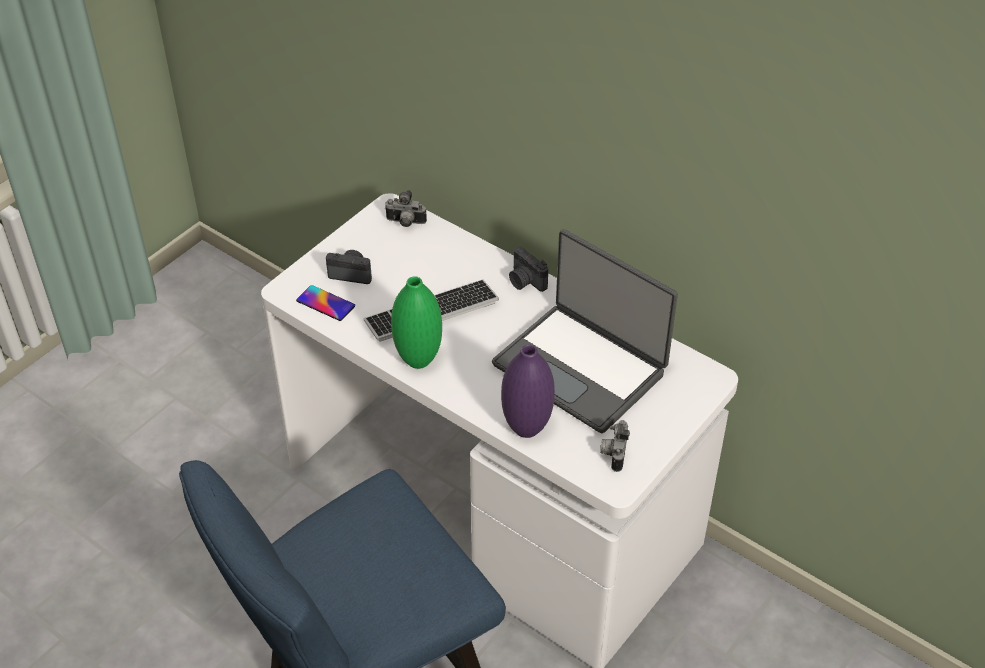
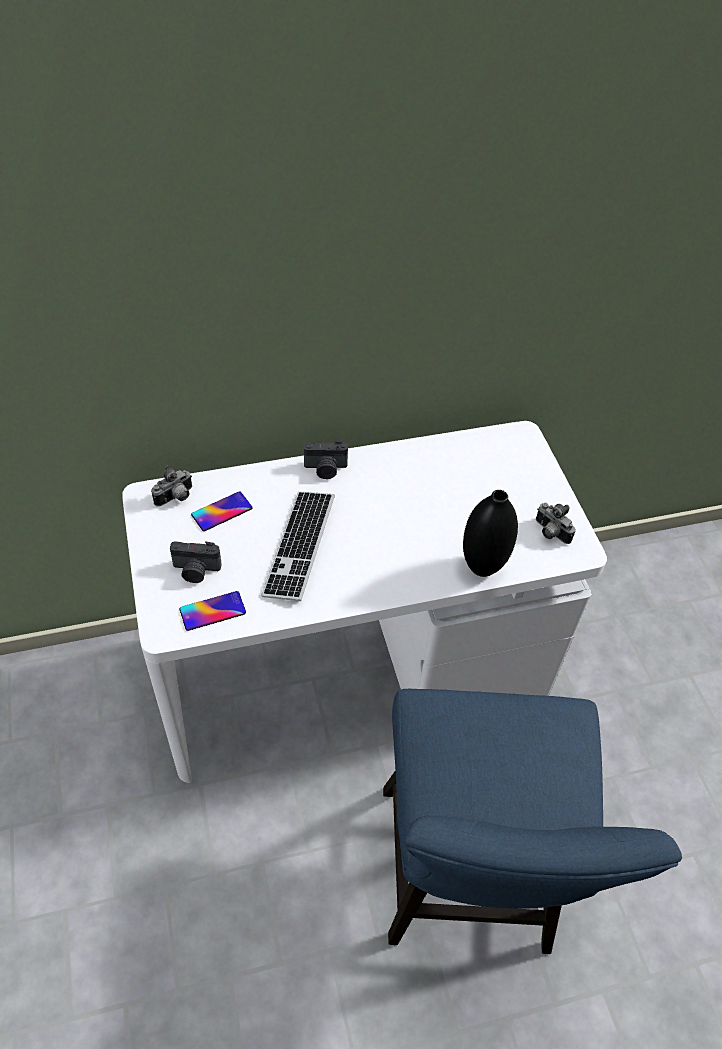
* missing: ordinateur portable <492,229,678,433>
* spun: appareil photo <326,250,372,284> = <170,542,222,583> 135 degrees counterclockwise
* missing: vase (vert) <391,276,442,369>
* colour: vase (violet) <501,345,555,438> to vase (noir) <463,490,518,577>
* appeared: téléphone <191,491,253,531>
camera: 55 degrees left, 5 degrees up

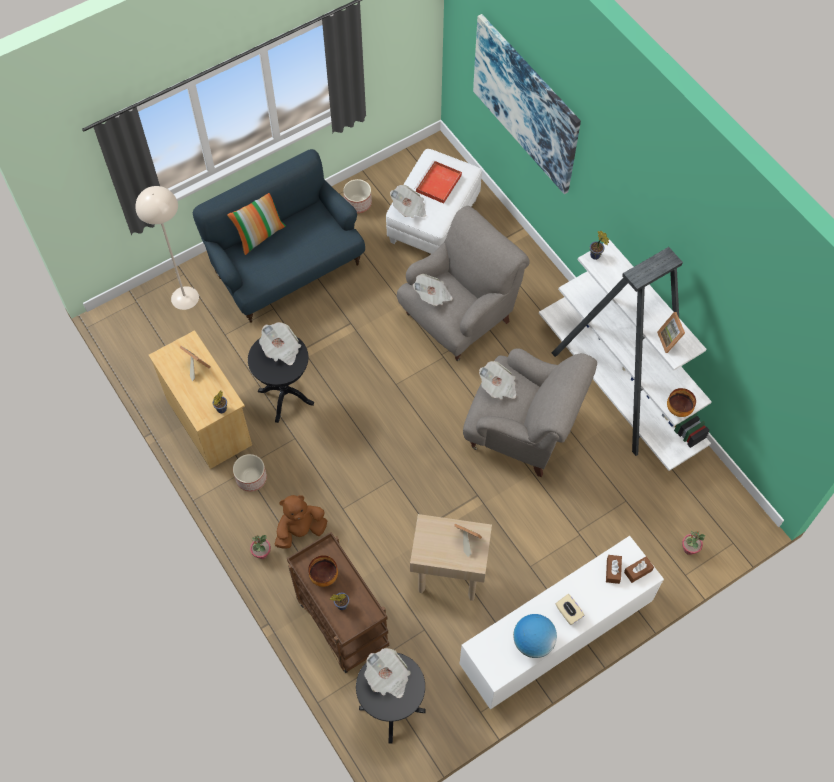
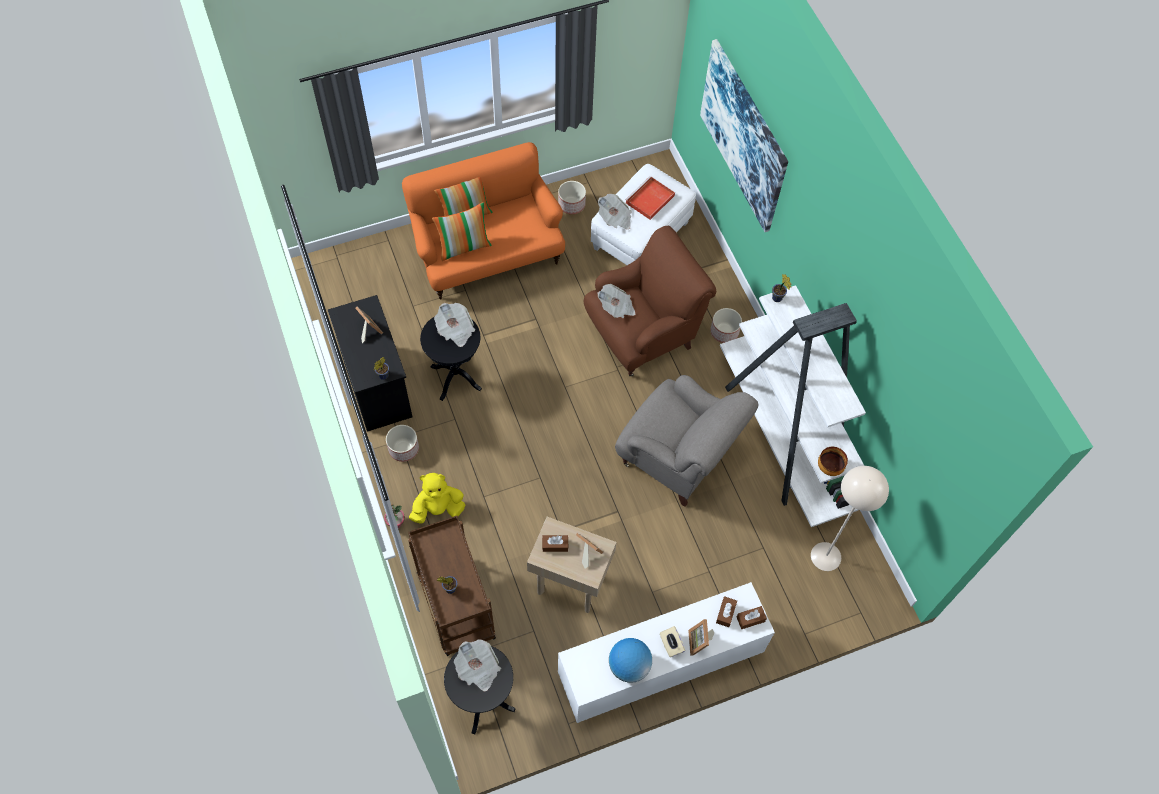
* colour: canapé (bleu) <193,149,365,323> to canapé (orange) <402,142,565,300>
* relocated: lampadaire (beige) <135,186,199,310> to <811,466,889,571>
* colour: fauteuil (gris) <397,206,529,361> to fauteuil (marron) <584,226,716,376>
* relocated: cadre photo <657,312,685,353> to <688,619,714,656>
* colour: commode (beige) <149,330,252,469> to commode (noir) <328,295,412,432>
* missing: journal <479,361,516,400>
* colour: peluche (marron) <275,495,327,549> to peluche (jaune) <409,473,465,523>
* missing: plante en pot <682,531,705,555>
* missing: bol <308,555,338,587>
* appeared: coussin <432,202,492,261>
* appeared: cache-pot <710,308,742,343>
* appeared: boîte à mouchoirs (marron) <542,535,568,552>
camera: 10 degrees right, 0 degrees up

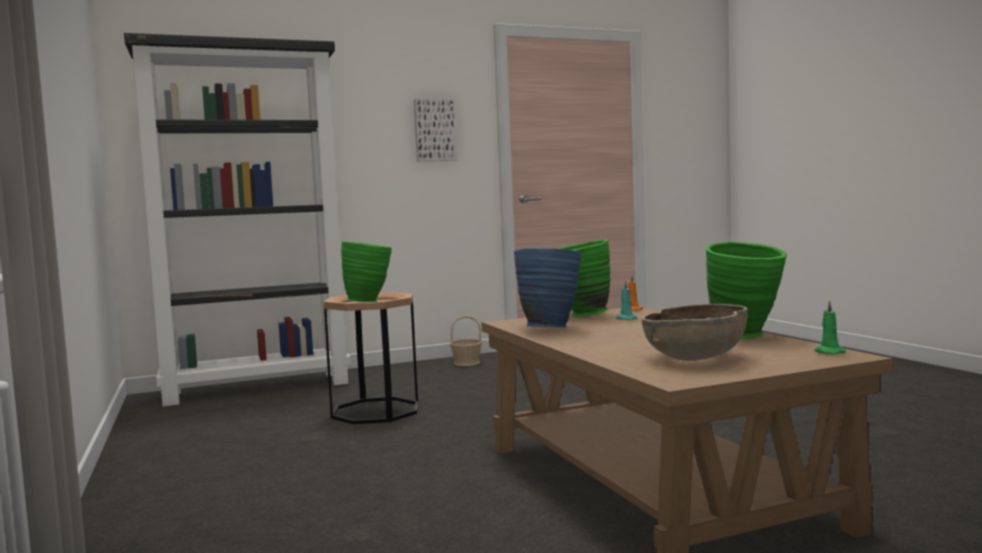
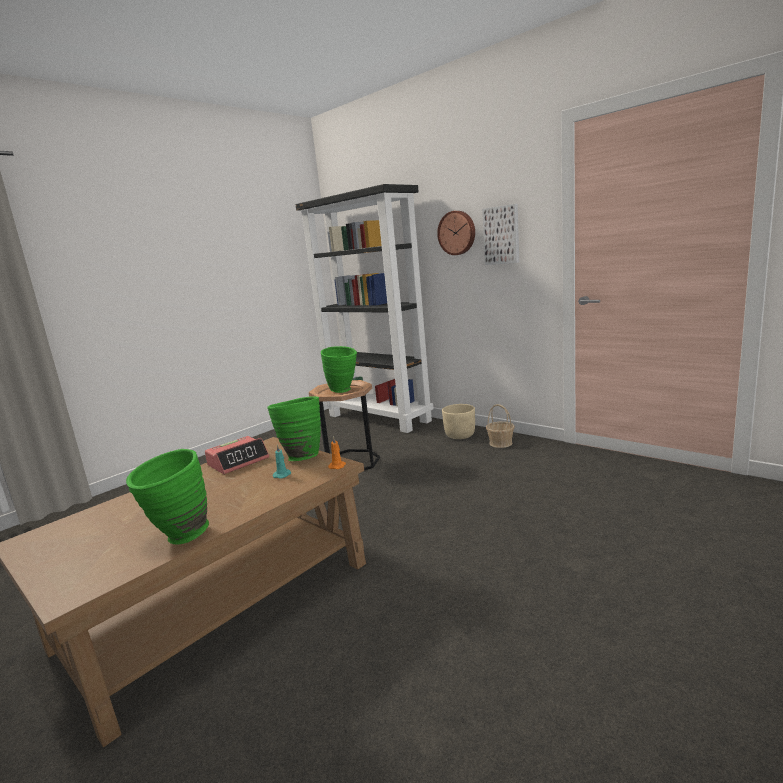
* exchanged: vase (bleu) <514,248,582,327> to réveil <205,436,269,474>
* missing: bougie (vert) <814,300,846,354>
* missing: bol (marron) <641,304,748,361>
* appeared: horloge murale <437,211,475,255>
* appeared: cache-pot (beige) <442,404,475,439>
camera: 65 degrees right, 10 degrees up

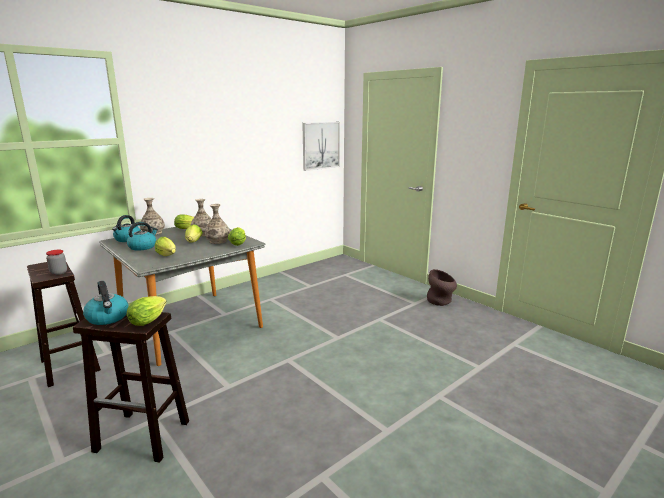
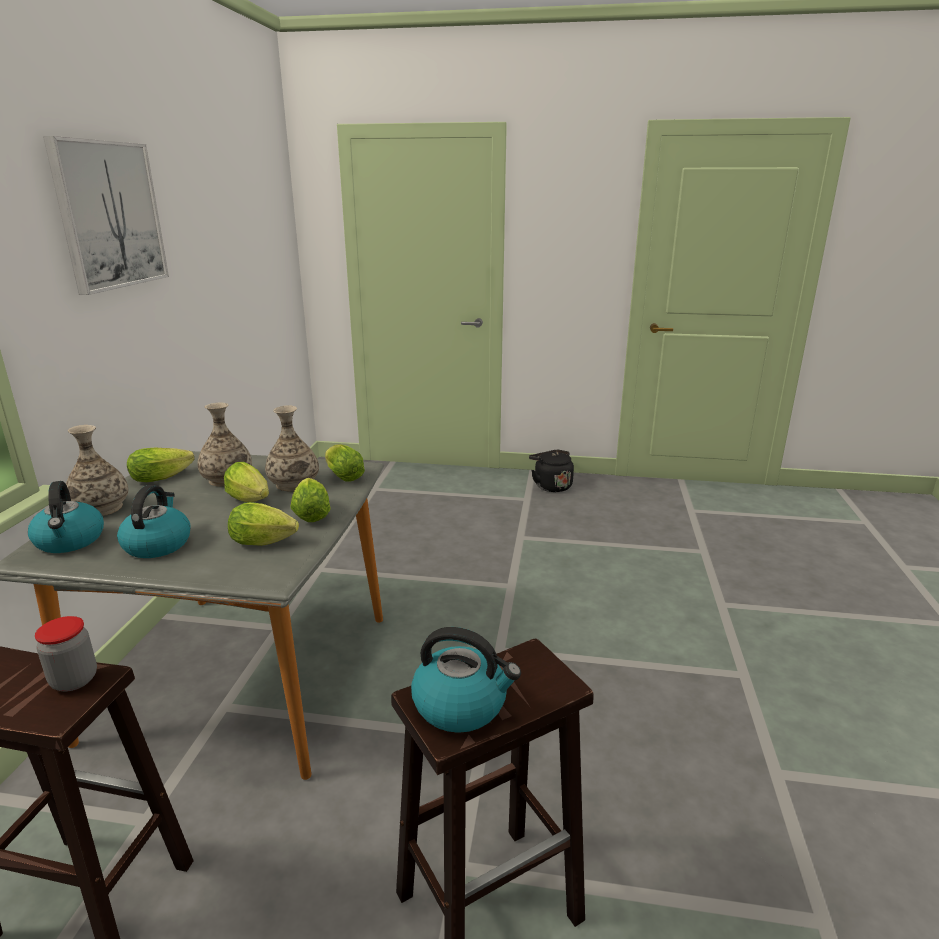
* relocated: tableau <302,122,340,171> to <43,136,169,295>
* exchanged: vase (marron) <427,269,457,306> to bouilloire (noir) <529,450,574,492>
* relocated: laitue <127,296,167,326> to <291,478,330,522>
camera: 40 degrees left, 5 degrees up

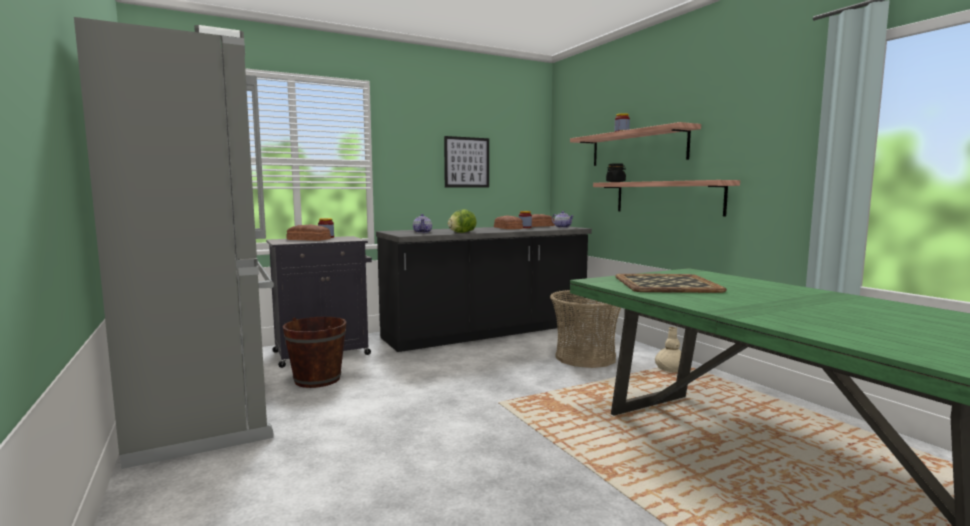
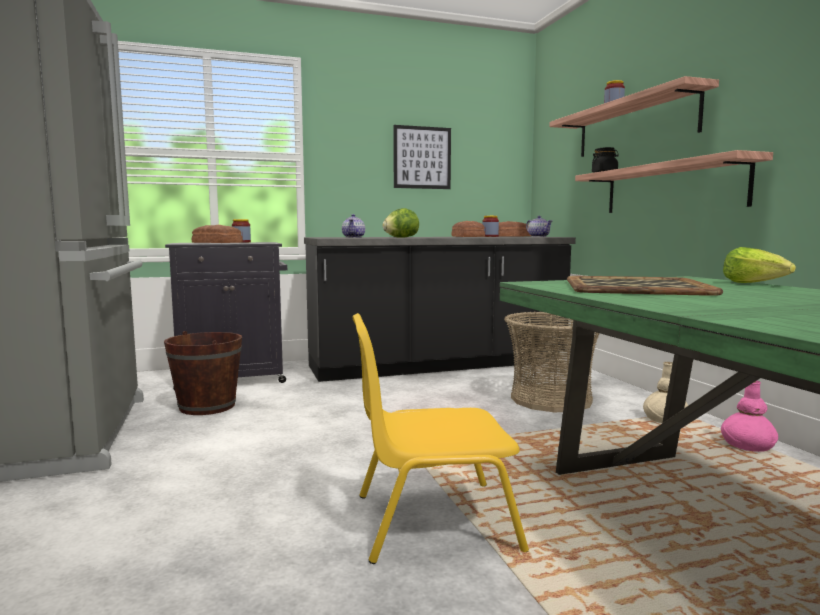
* appeared: laitue <723,247,796,283>
* appeared: chaise (jaune) <352,313,529,564>
* appeared: vase (rose) <721,381,778,452>
camera: 10 degrees right, 0 degrees up

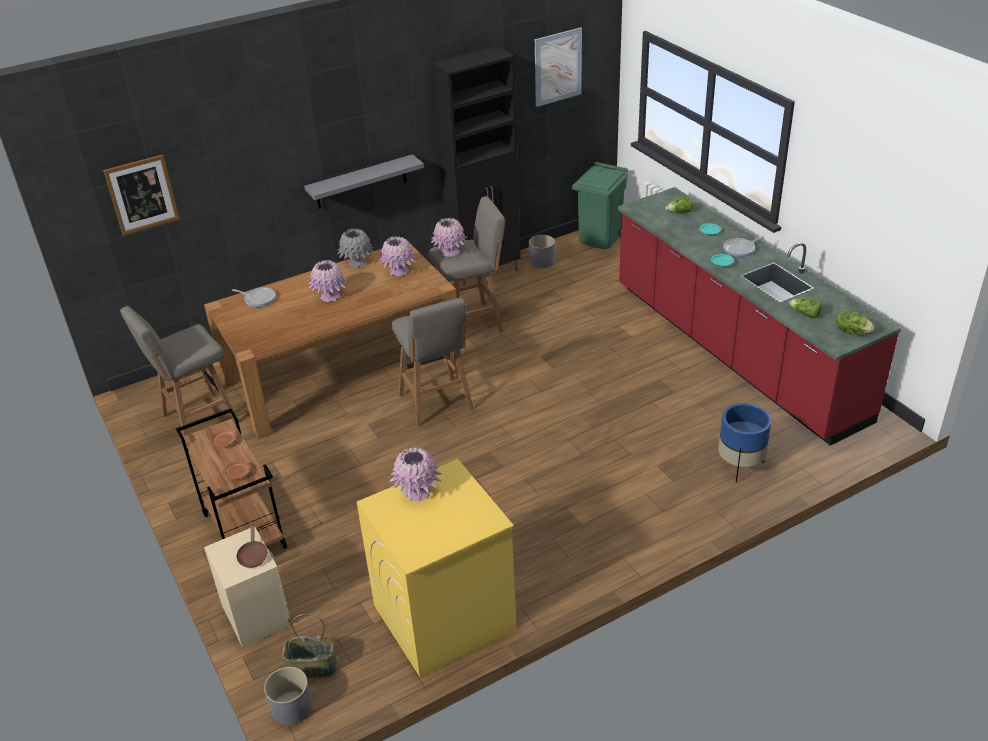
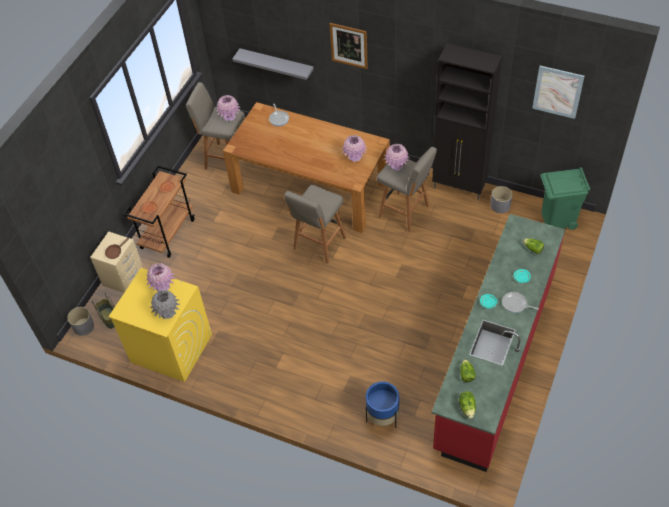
* relocated: tableau <103,154,180,236> to <330,23,368,69>
* relocated: étagère (gris) <304,154,424,209> to <232,48,314,80>
* relocated: vase (gris) <337,228,374,268> to <150,290,180,319>
* relocated: vase (rose) <309,260,348,302> to <216,95,241,121>
camera: 55 degrees right, 15 degrees up

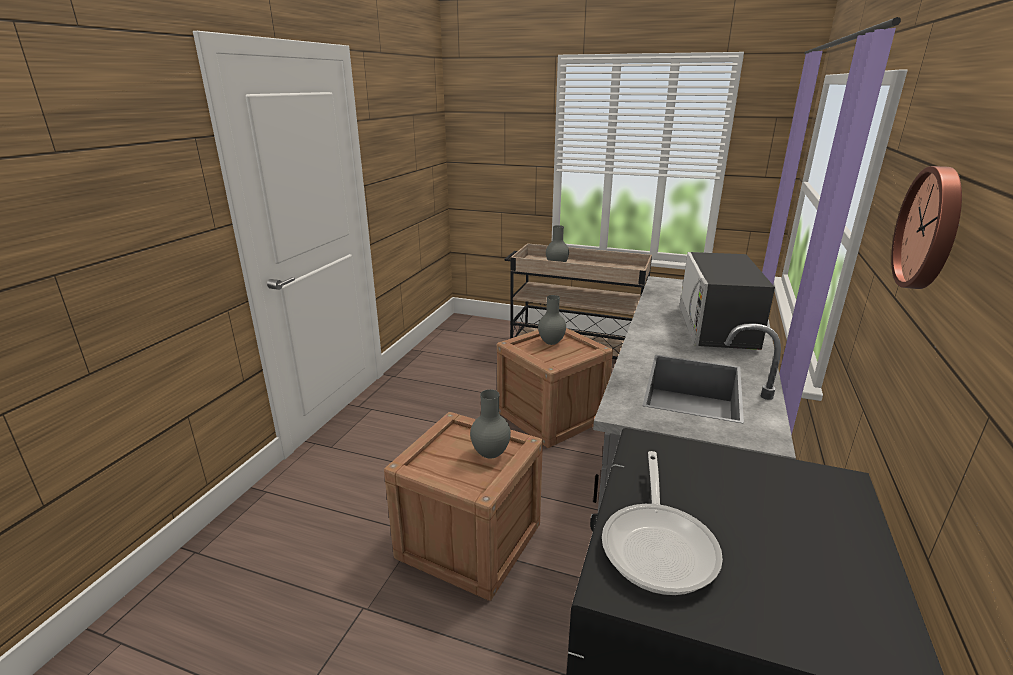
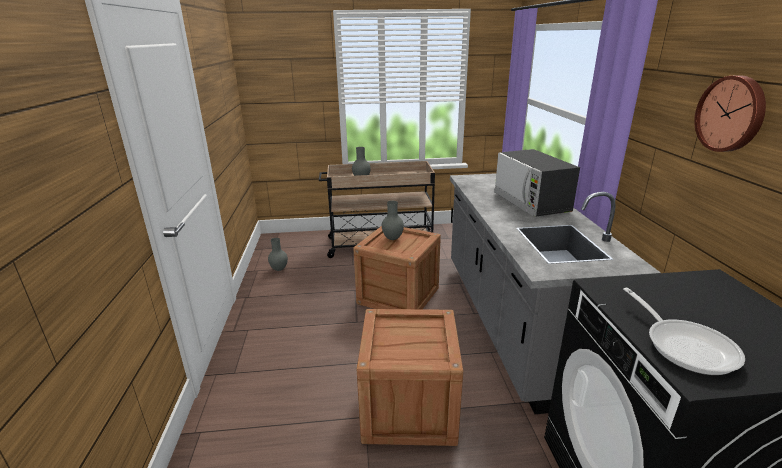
* relocated: vase (gris) <470,389,511,459> to <268,238,288,271>
camera: 25 degrees left, 0 degrees up

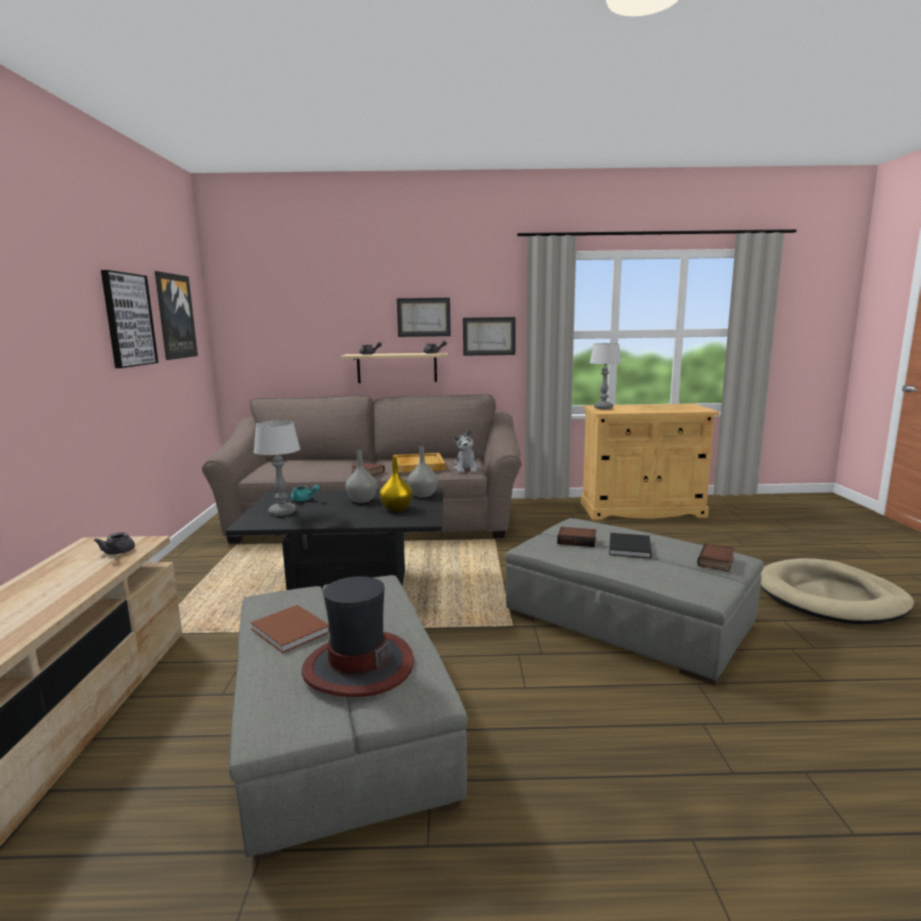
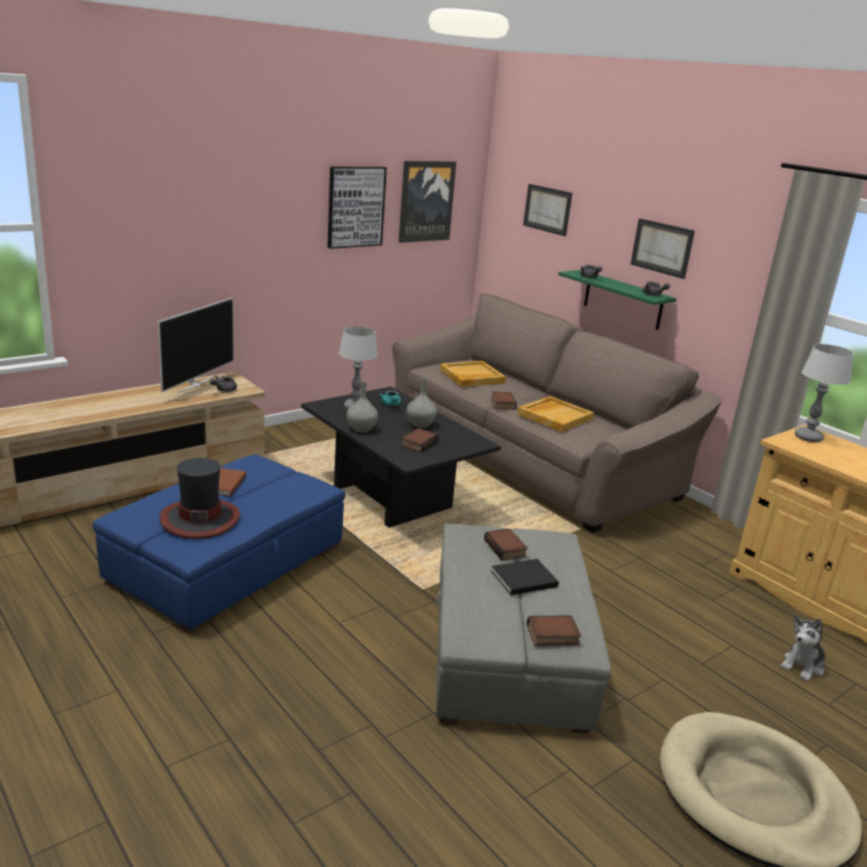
* relocated: tableau <463,317,516,356> to <523,184,572,236>
* colour: étagère (beige) <341,353,447,383> to étagère (vert) <558,270,677,330>
* relocated: peluche <452,429,479,473> to <781,615,825,681>
* relocated: vase (gris) <408,446,438,498> to <347,381,378,432>
* exchanged: vase (jaune) <379,457,413,512> to livre <401,428,439,452>
* colour: pouf (gris) <229,575,468,862> to pouf (bleu) <93,454,346,633>
* appeared: téléviseur <158,297,234,393>
* appeared: plateau (beige) <440,361,506,387>
camera: 50 degrees right, 10 degrees up

